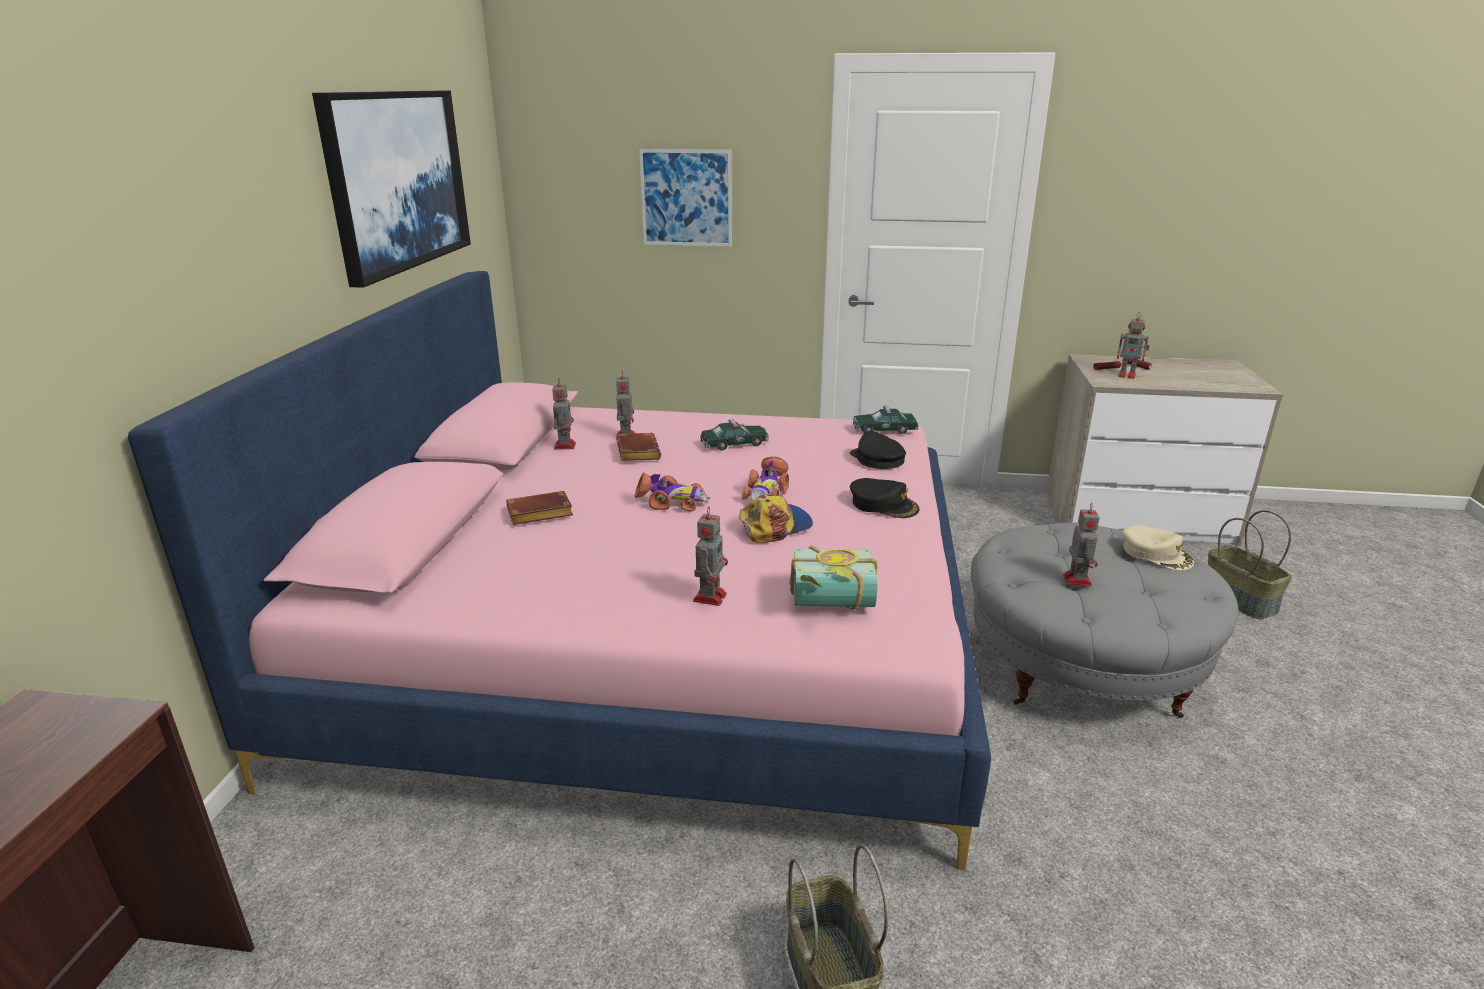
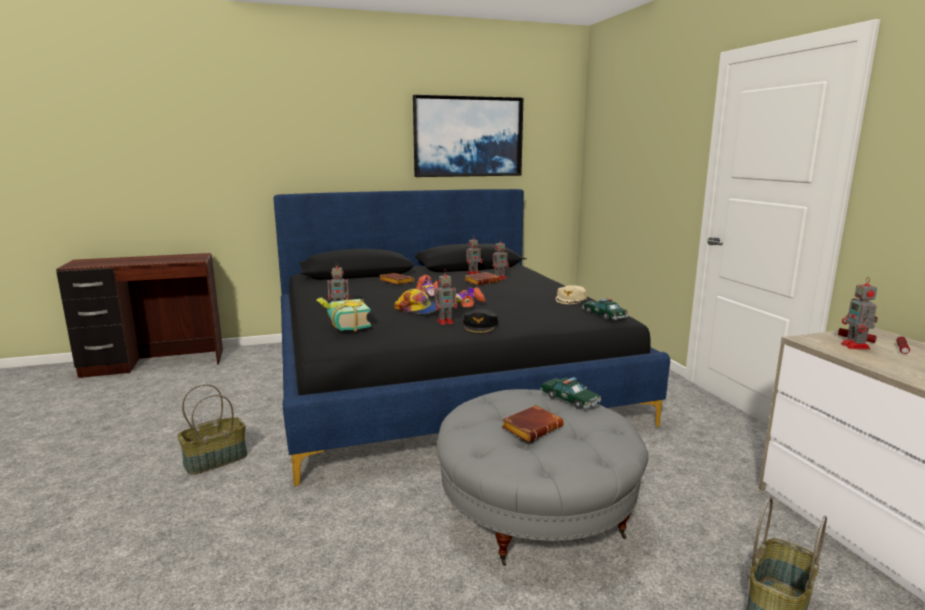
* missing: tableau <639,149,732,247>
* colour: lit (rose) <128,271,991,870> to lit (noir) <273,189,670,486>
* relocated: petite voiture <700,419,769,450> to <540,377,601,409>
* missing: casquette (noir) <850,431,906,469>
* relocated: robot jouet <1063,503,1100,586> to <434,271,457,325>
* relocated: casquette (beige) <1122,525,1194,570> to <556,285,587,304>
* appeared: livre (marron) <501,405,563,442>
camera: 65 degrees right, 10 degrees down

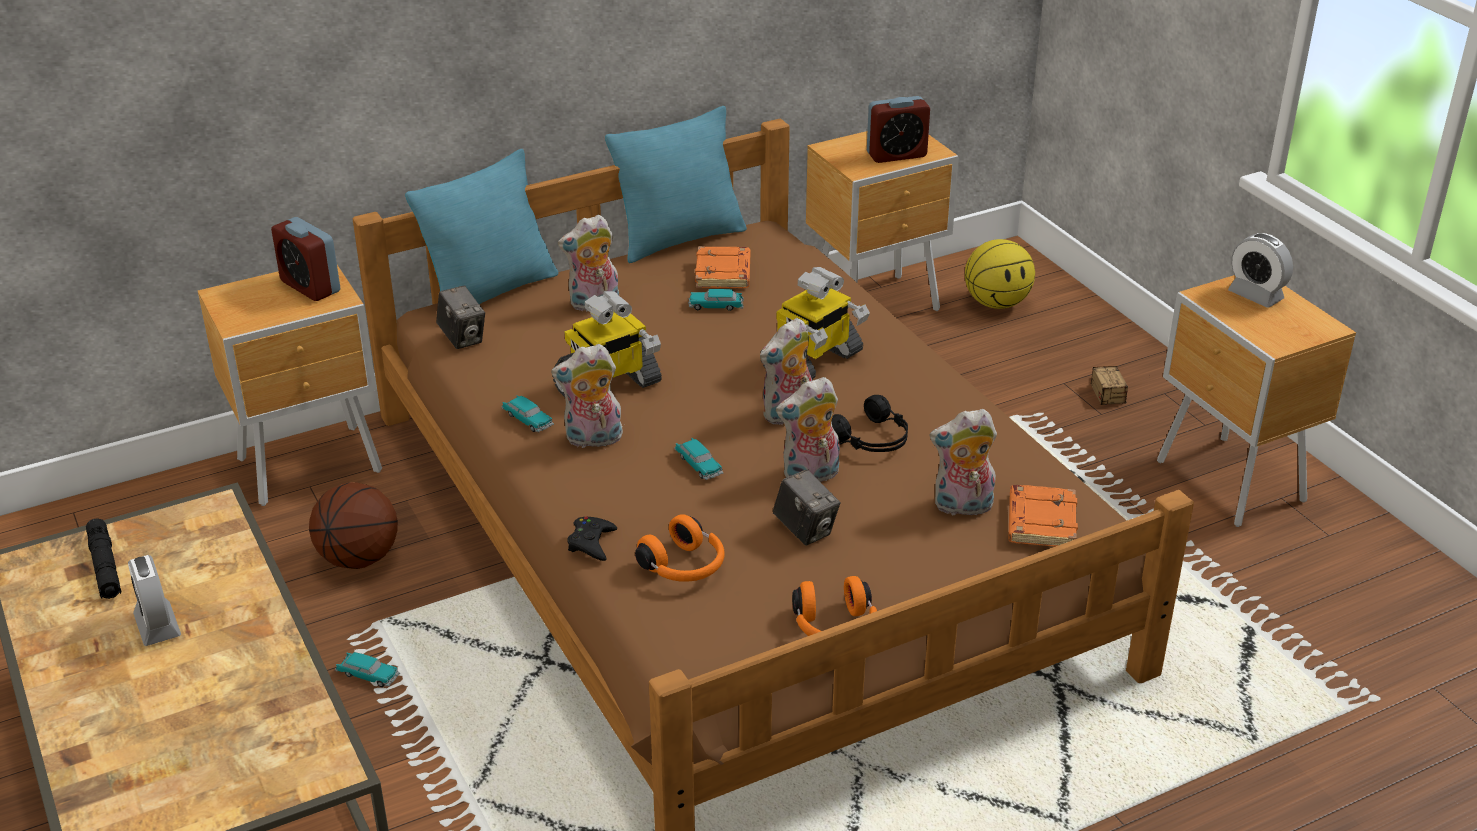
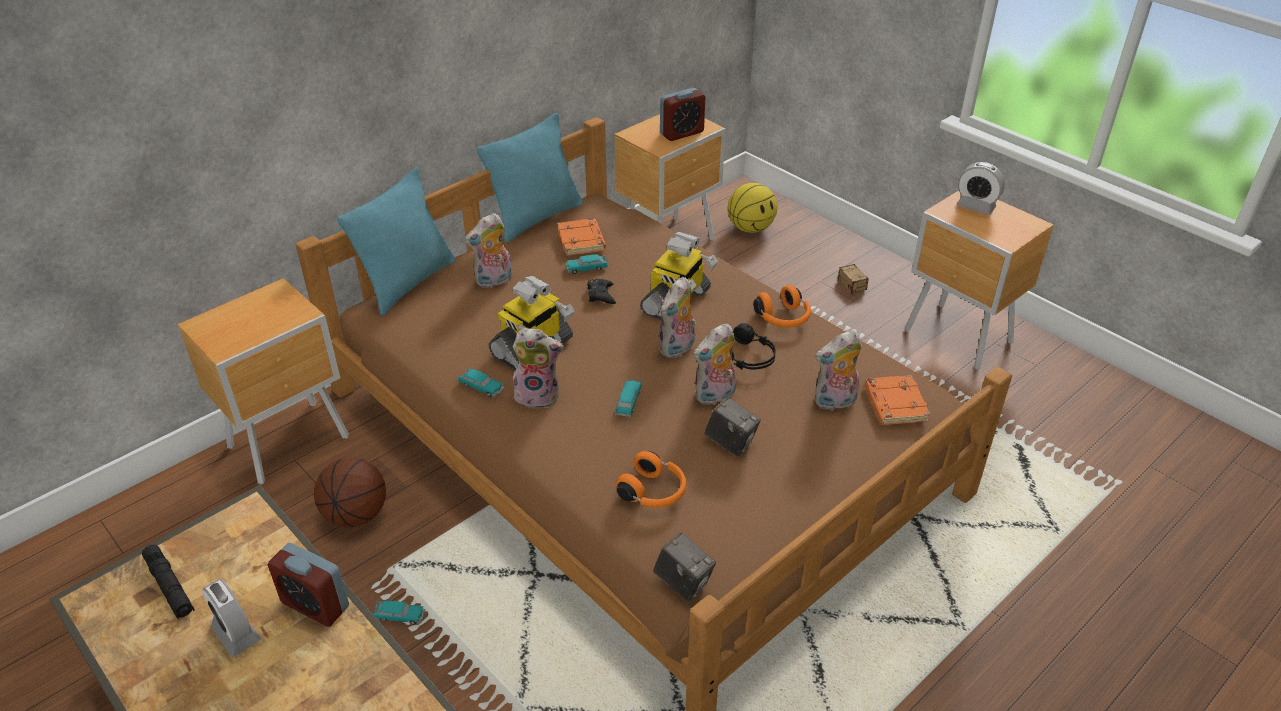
* relocated: réveil <271,217,340,301> to <268,543,349,627>
* relocated: appareil photo <436,286,485,349> to <653,533,716,601>
* spun: peluche <551,344,623,448> = <513,328,564,409> 150 degrees counterclockwise
* spun: petite voiture <674,438,723,480> = <615,380,642,418> 120 degrees counterclockwise
* relocated: manette (noir) <567,516,617,561> to <587,279,616,304>
* relocated: casque audio (orange) <792,576,877,636> to <753,285,811,327>
camera: 15 degrees left, 5 degrees up

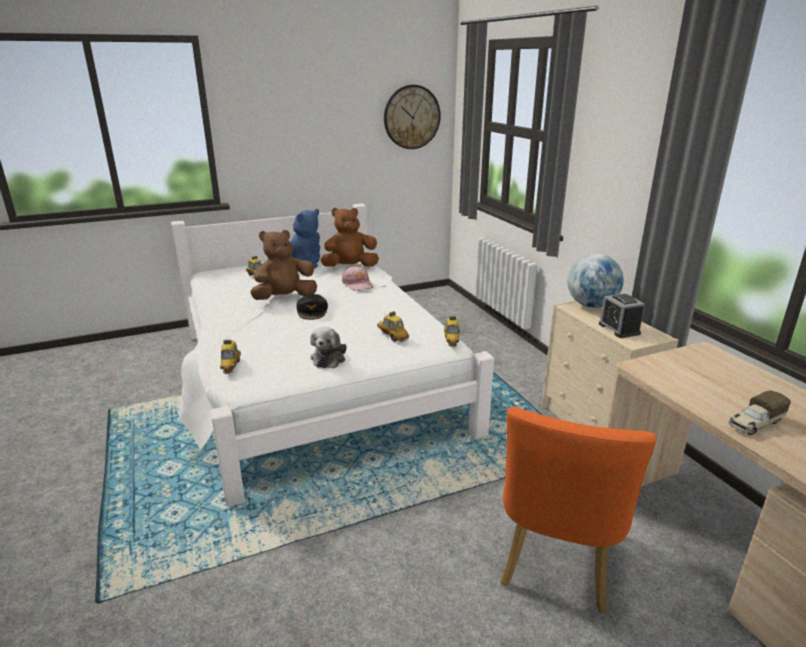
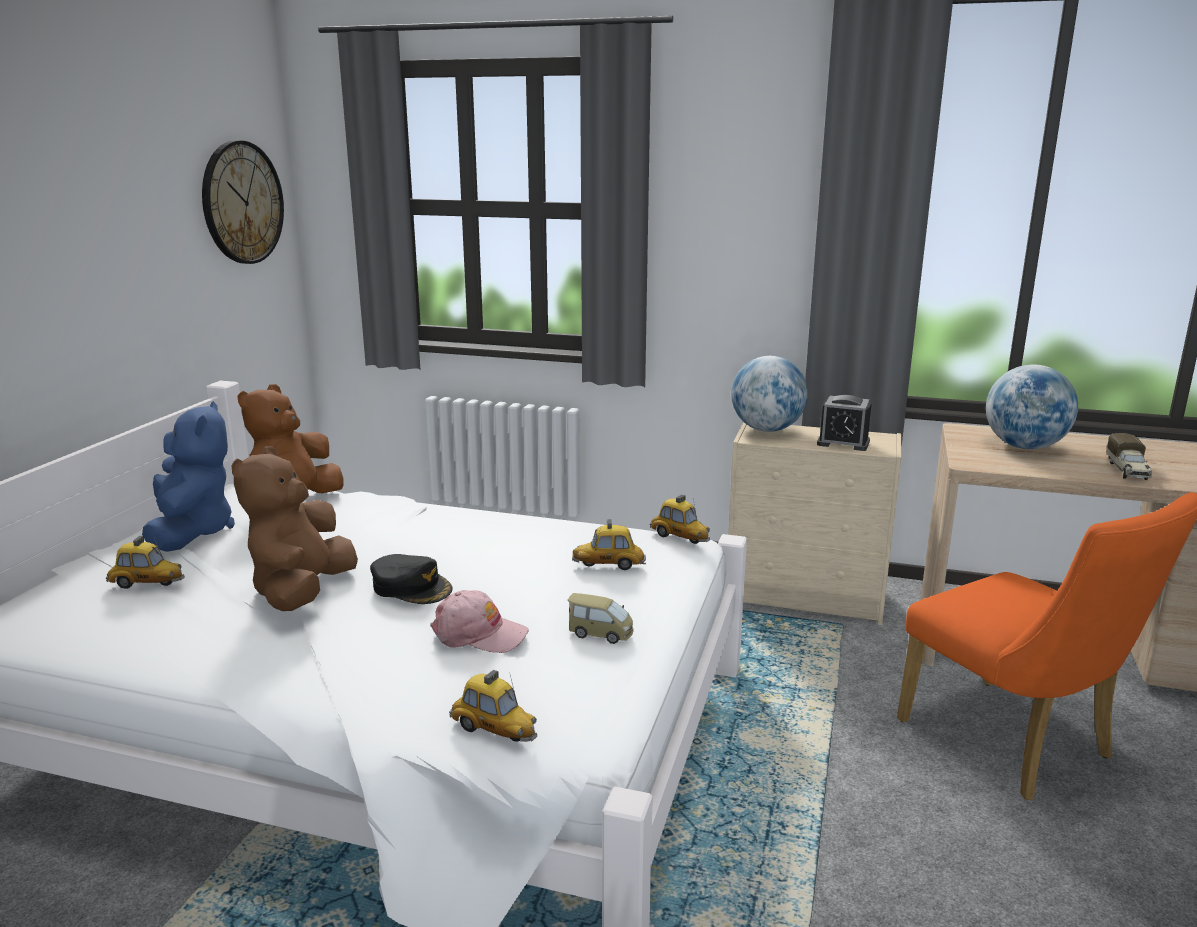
* relocated: casquette (rose) <342,266,373,291> to <430,590,529,653>
* exchanged: peluche <310,327,347,368> to petite voiture <567,593,634,644>
* appeared: globe <986,364,1078,449>
camera: 50 degrees left, 5 degrees down

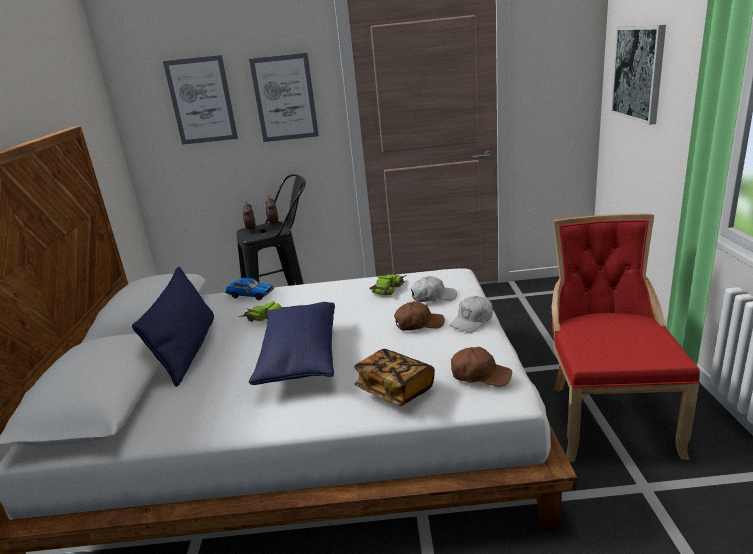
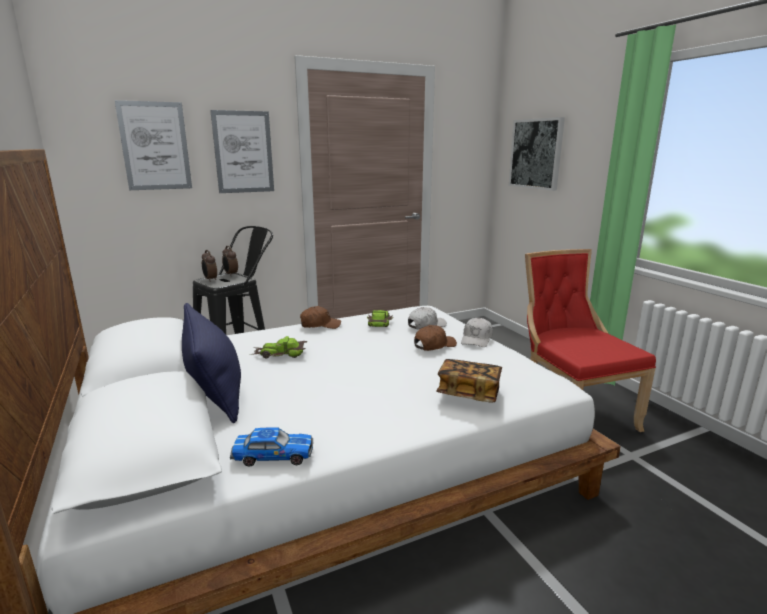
* relocated: petite voiture <225,278,274,300> to <230,428,313,467>
* missing: coussin (bleu) <249,302,335,385>
* relocated: casquette (marron) <451,347,512,387> to <300,306,341,329>
camera: 25 degrees left, 5 degrees down

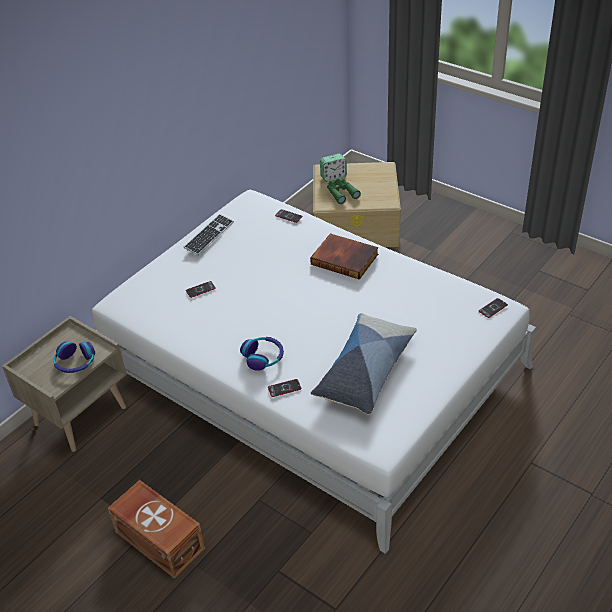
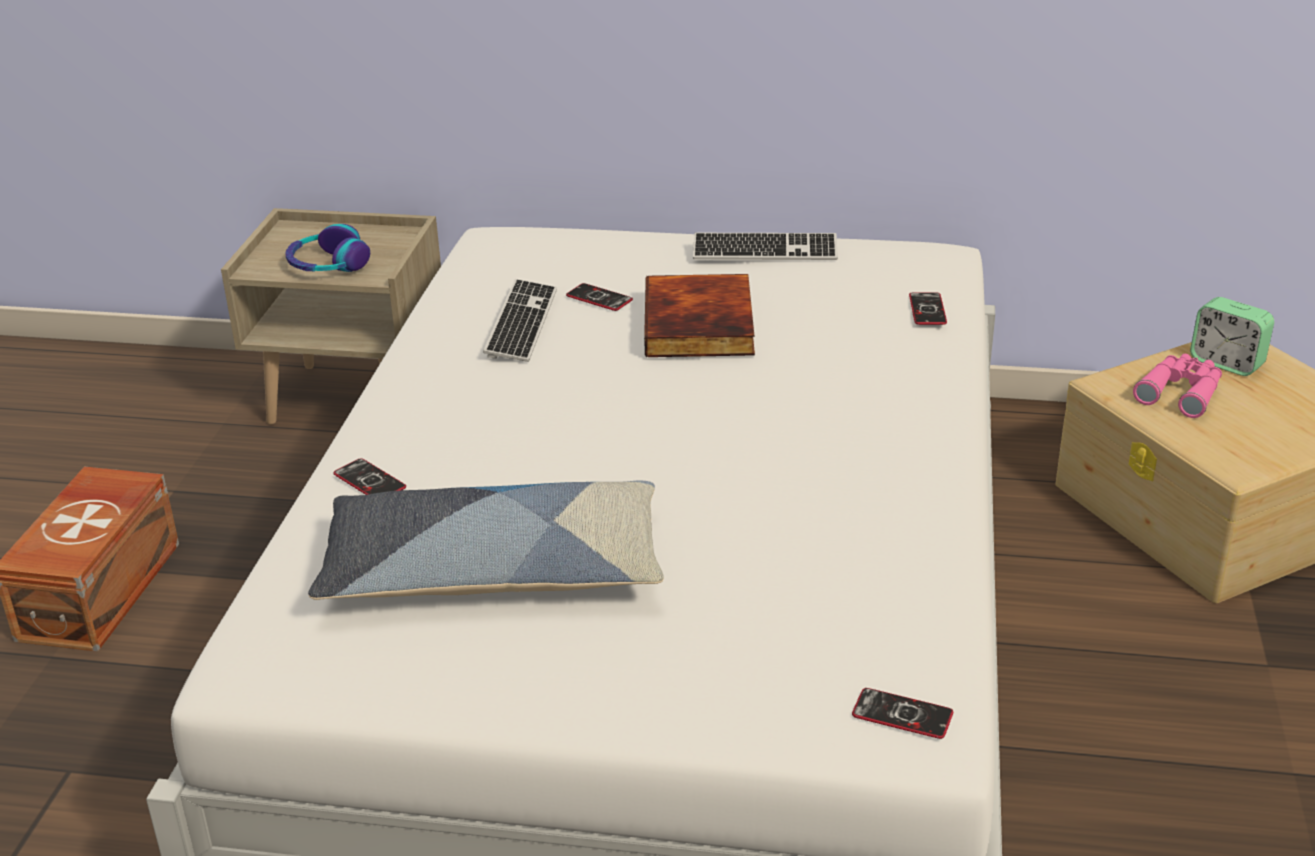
* colour: jumelles (vert) <327,179,361,204> to jumelles (rose) <1133,354,1222,418>
* relocated: livre <310,233,378,280> to <644,274,755,357>
* missing: casque audio <240,337,284,371>
* appeared: clavier <483,279,557,362>
camera: 60 degrees right, 10 degrees down

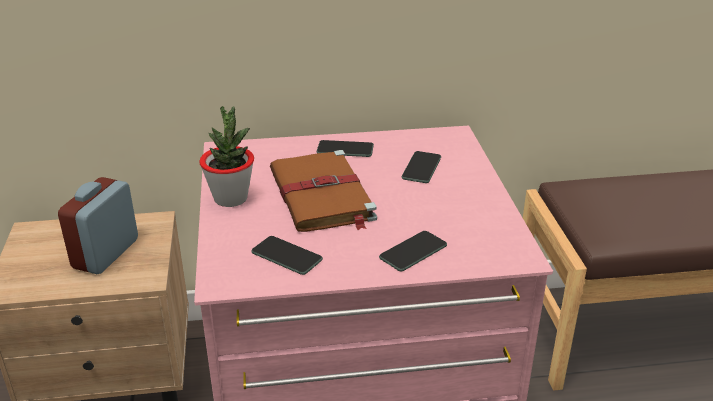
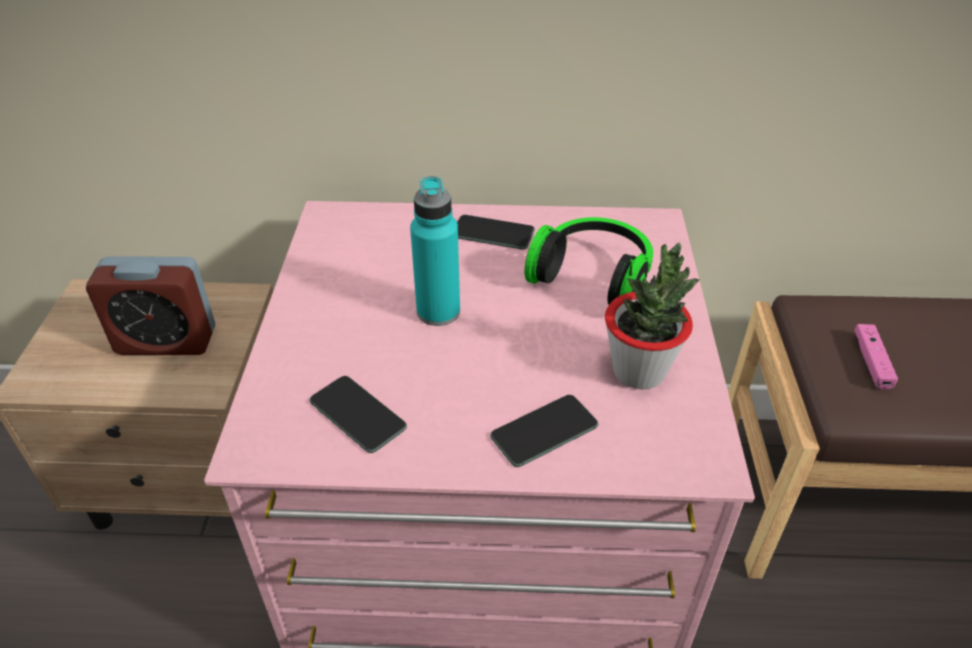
* relocated: plante en pot <199,106,254,207> to <605,243,700,389>
* exchanged: livre (marron) <270,150,377,232> to bouteille (turquoise) <410,176,460,326>
* exchanged: téléphone <402,151,441,183> to casque audio <525,217,653,304>
* spun: réveil <58,177,138,274> = <86,257,216,355> 120 degrees counterclockwise
* appeared: manette (rose) <854,324,898,389>
camera: 10 degrees right, 10 degrees up

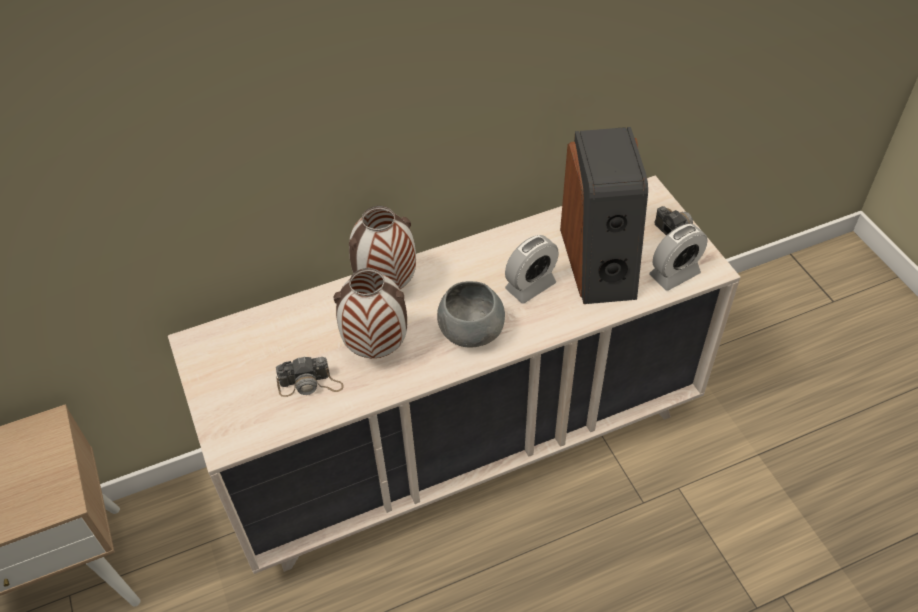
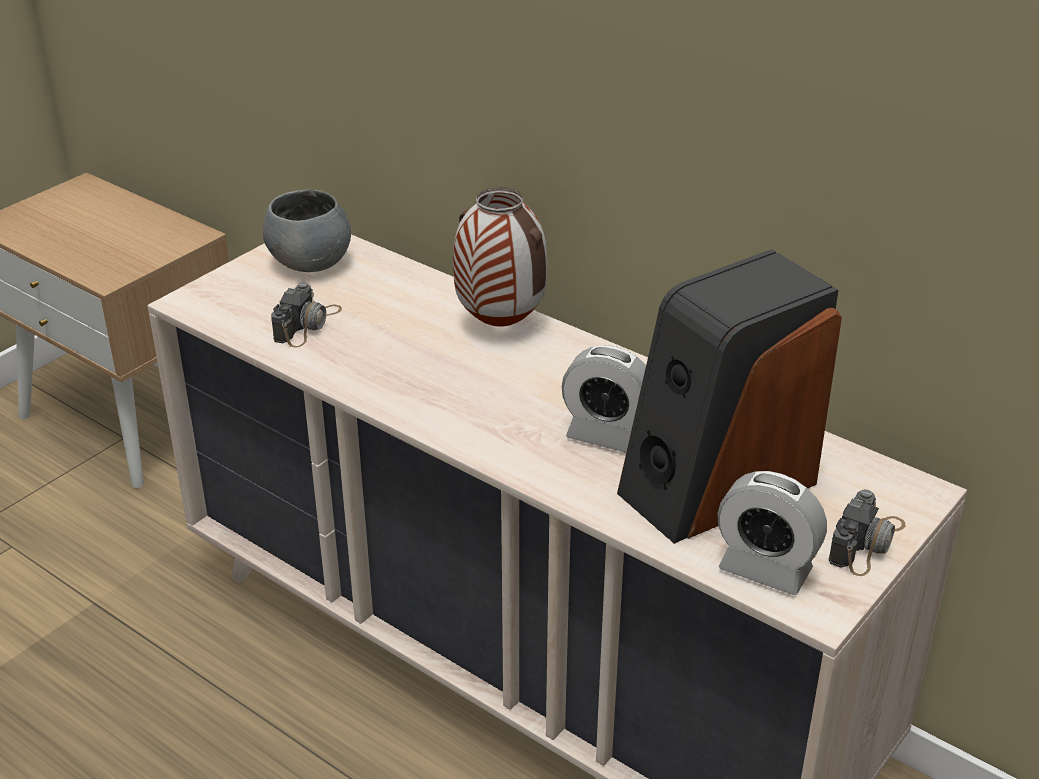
* missing: vase <334,268,407,358>
* relocated: bol (gris) <437,281,505,348> to <263,190,351,272>
* spun: appareil photo <276,356,343,397> = <271,282,342,347> 120 degrees counterclockwise
camera: 60 degrees right, 15 degrees down

